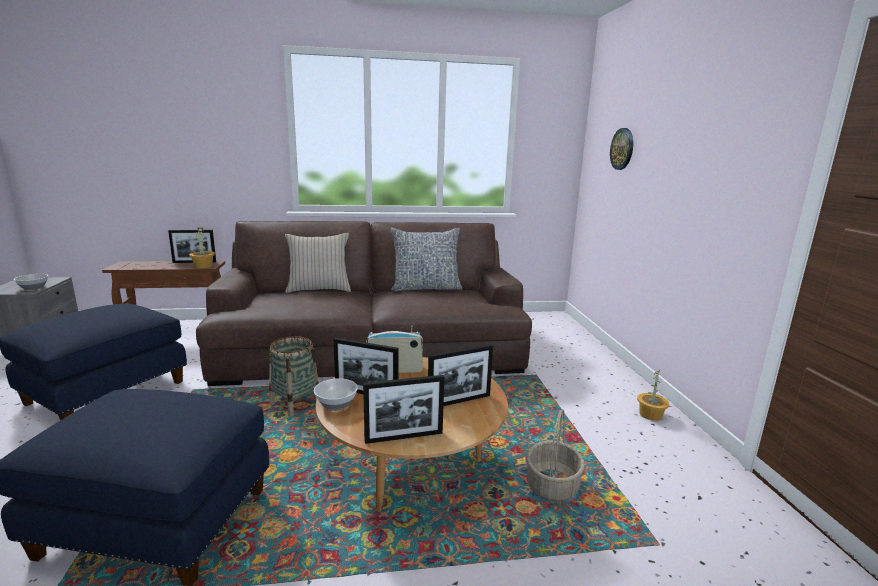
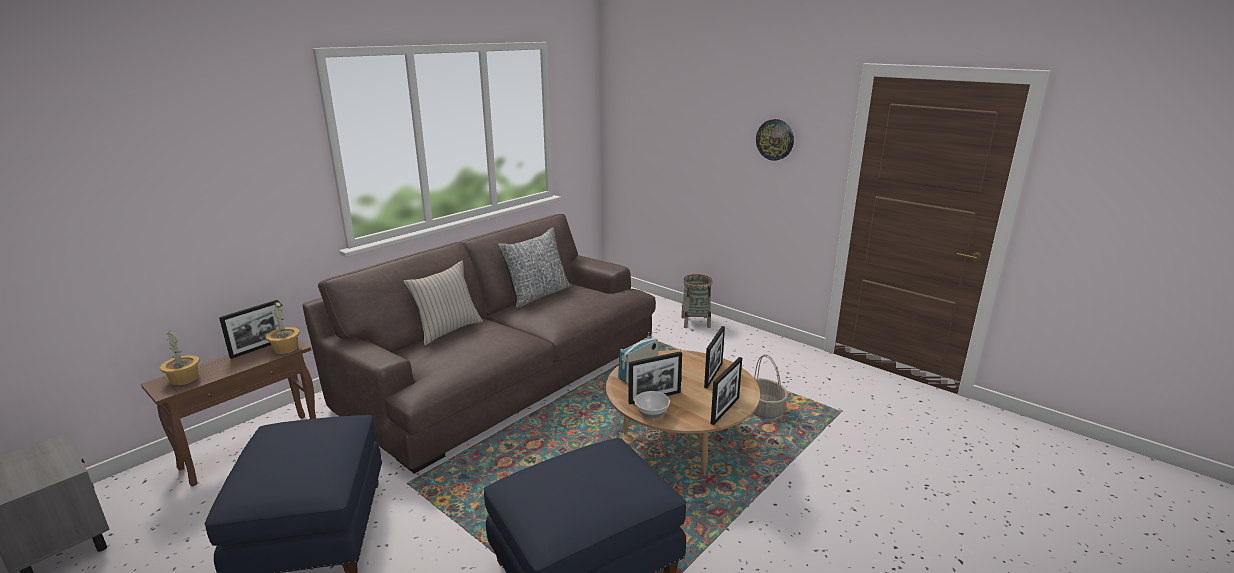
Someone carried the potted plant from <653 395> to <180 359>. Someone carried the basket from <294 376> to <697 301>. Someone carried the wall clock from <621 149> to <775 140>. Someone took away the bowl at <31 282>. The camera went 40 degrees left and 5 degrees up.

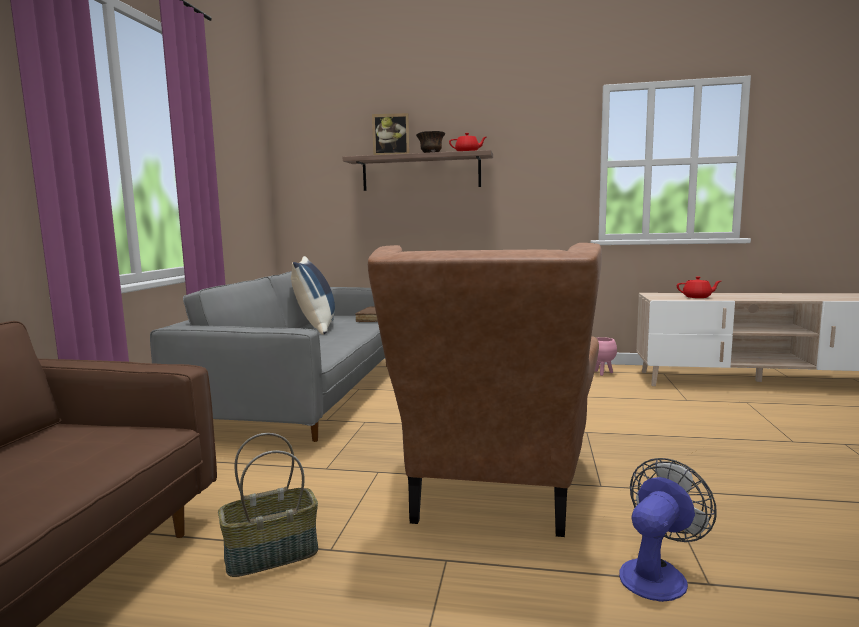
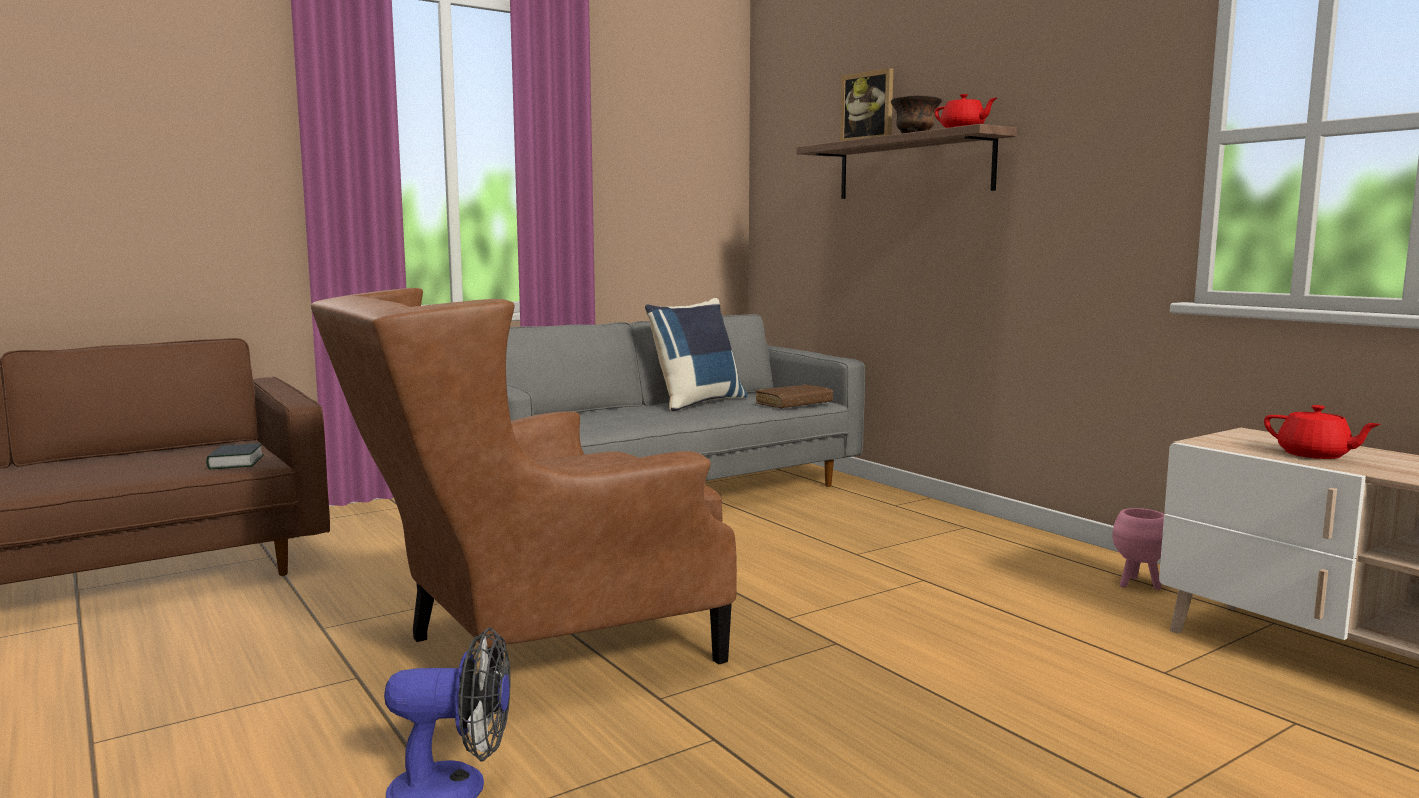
Someone put down the book at <235 456>. Someone took away the basket at <268 505>. The camera went 45 degrees right and 0 degrees up.

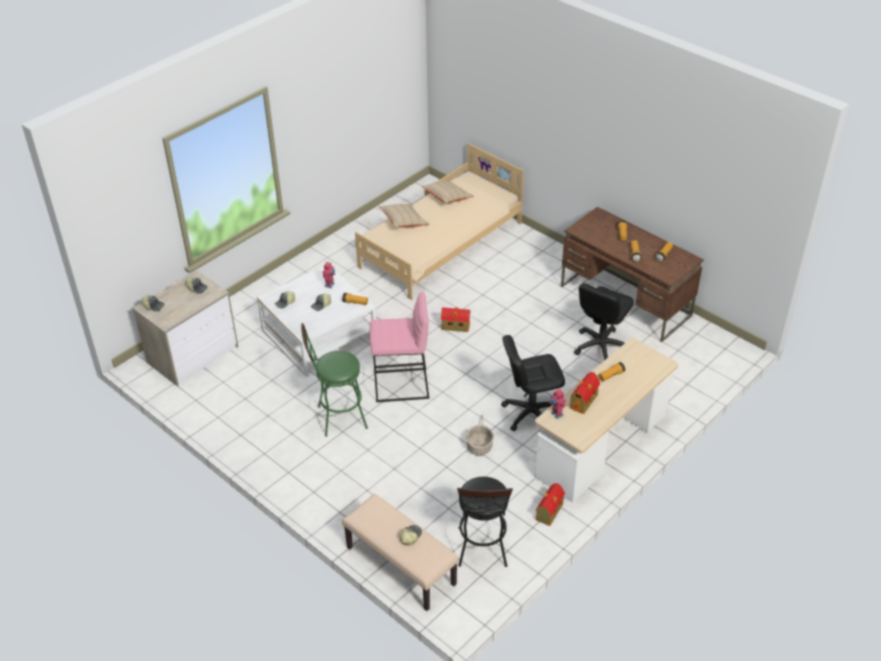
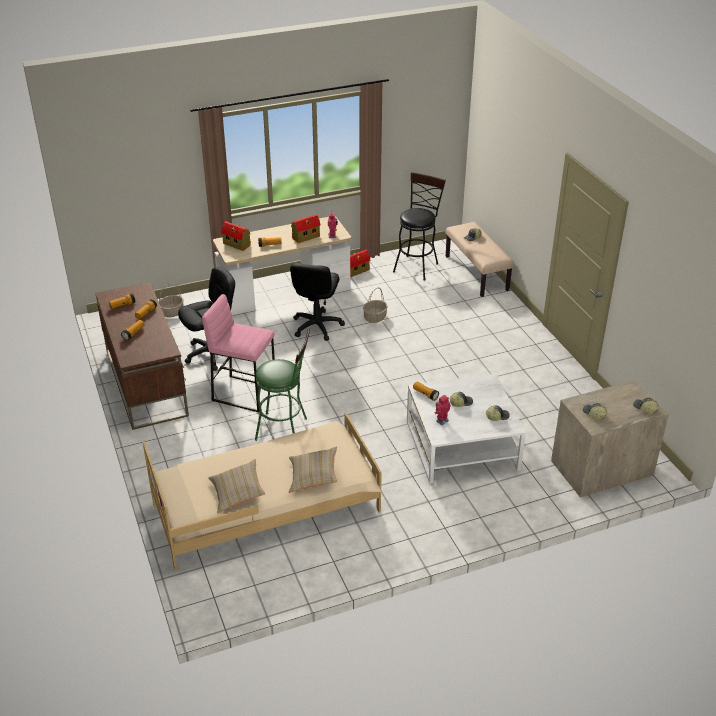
Someone put down the basket at <171 300>. Someone carried the pink stool from <399 347> to <238 353>. Someone carried the toy house from <456 319> to <236 236>. Someone carried the green stool from <334 380> to <282 384>. Someone rotated the black office chair at <533 383> by 90 degrees clockwise. The camera went 155 degrees left and 5 degrees down.

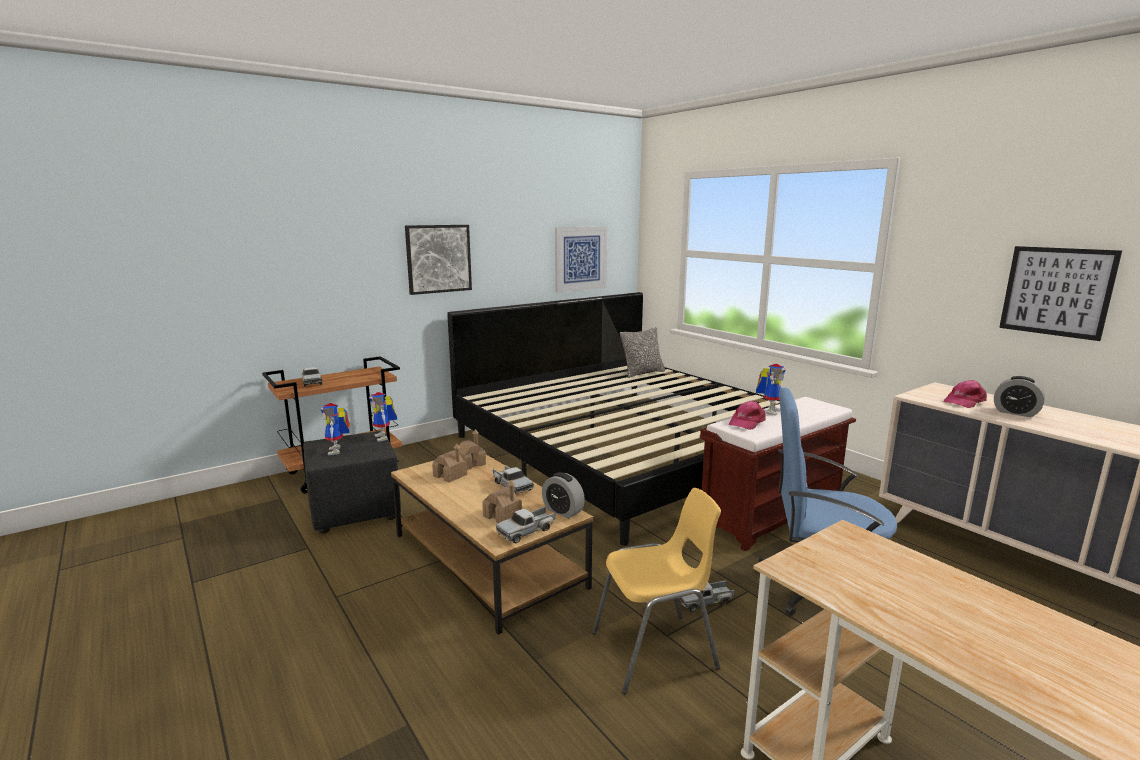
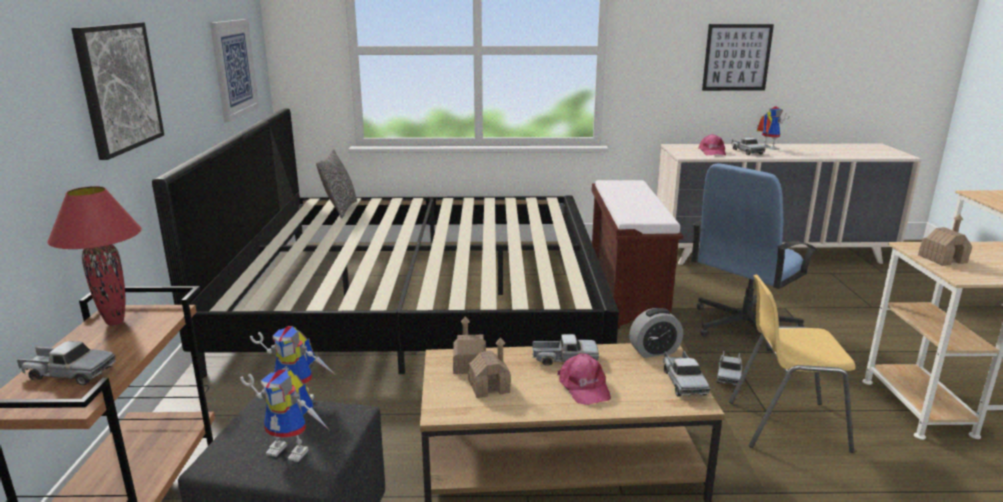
Someone put down the red table lamp at <94 255>. Someone carried the pink cap from <747 415> to <584 379>. Someone rotated the yellow chair at <656 591> by 105 degrees counterclockwise. Someone swapped the alarm clock at <1019 396> for the toy truck at <749 146>. Someone carried the toy robot from <771 390> to <773 128>. Someone carried the toy house from <502 501> to <945 240>. The camera went 55 degrees left and 5 degrees up.

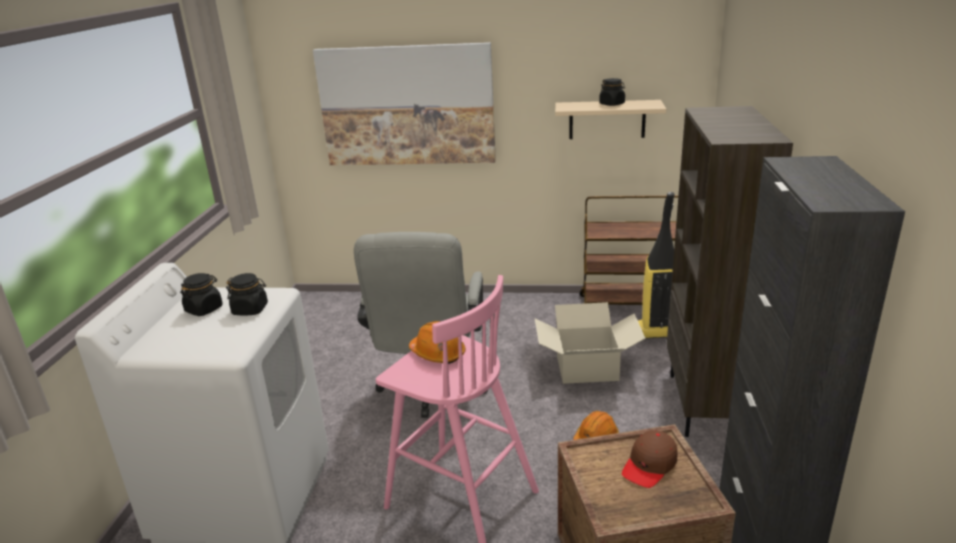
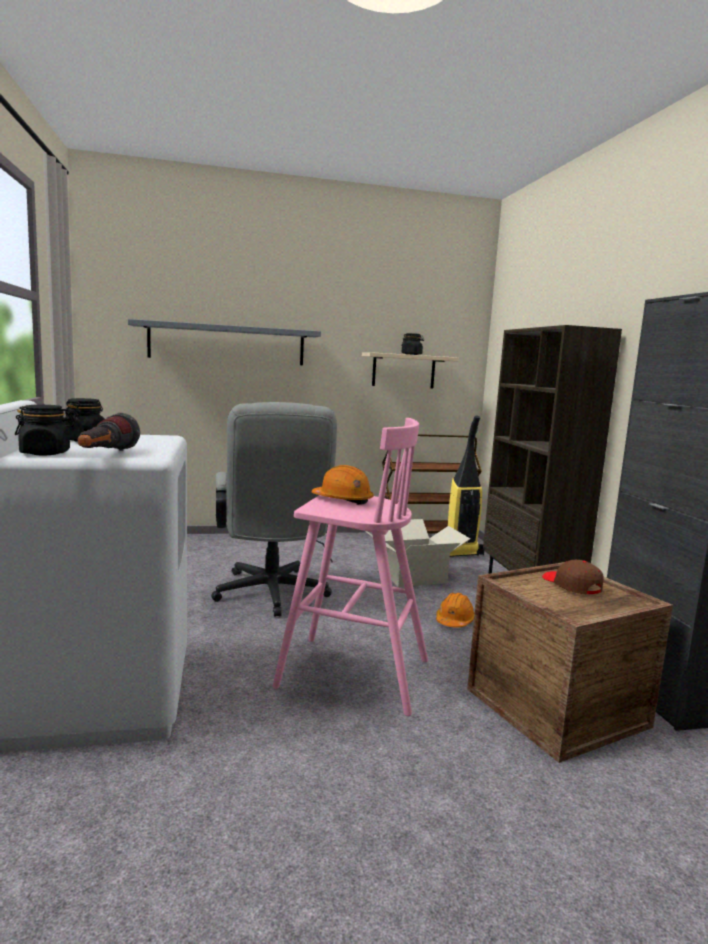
Someone carried the black jar from <247 294> to <44 430>. Someone put down the flashlight at <109 432>. Someone swapped the picture at <404 103> for the grey shelf at <224 342>. Someone rotated the brown cap at <649 459> by 135 degrees clockwise. The camera went 20 degrees left and 15 degrees down.

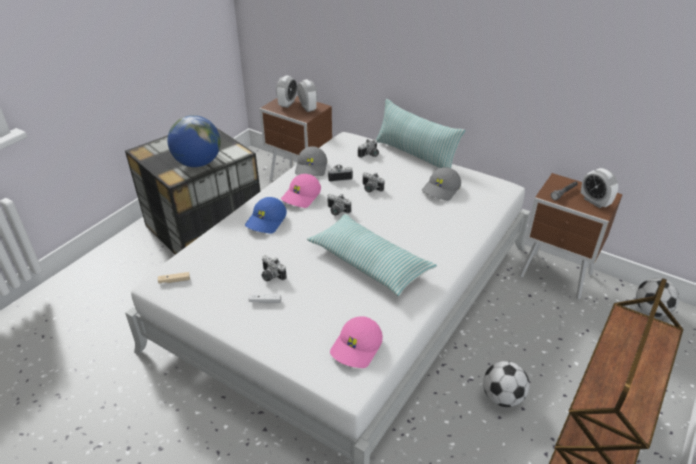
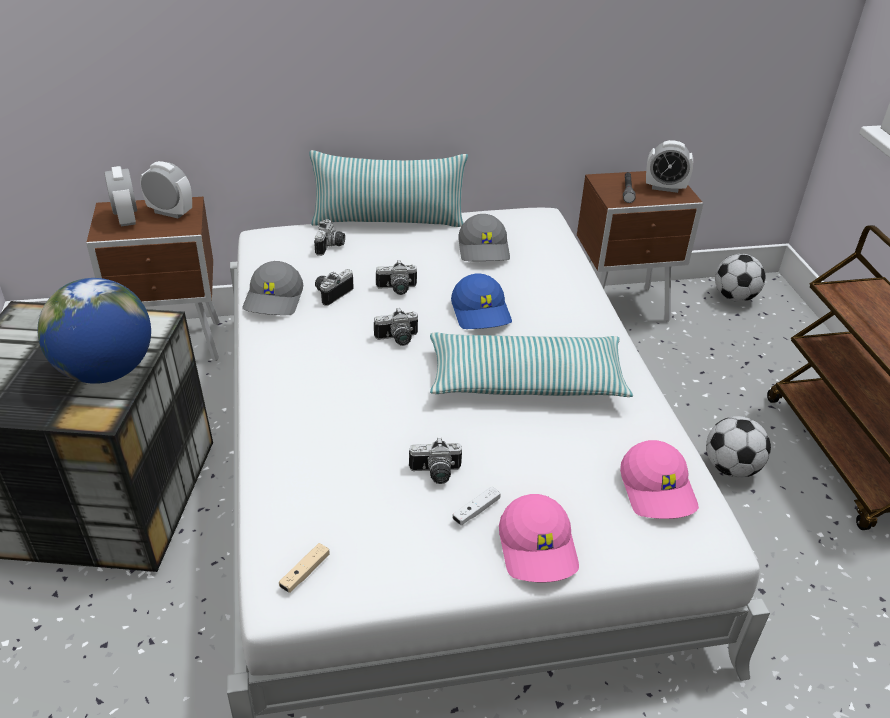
Someone rotated the grey cap at <311 161> by 45 degrees clockwise. Someone carried the blue cap from <266 215> to <481 301>. Someone carried the pink cap from <301 191> to <539 538>. The camera went 45 degrees left and 0 degrees up.

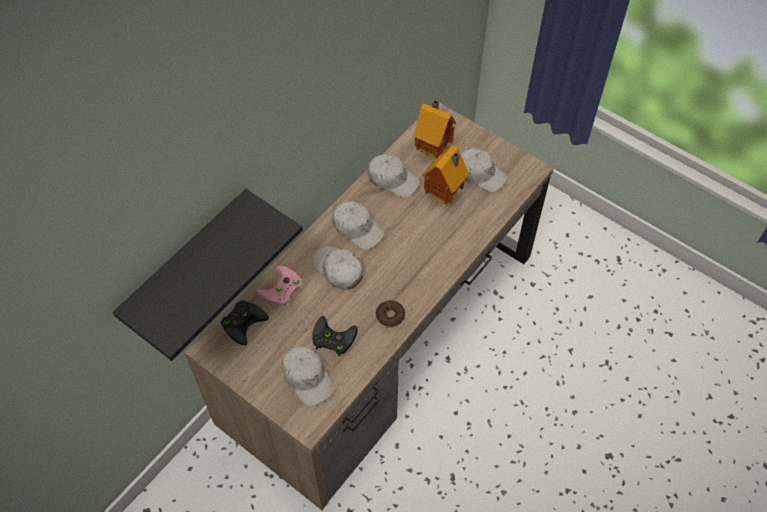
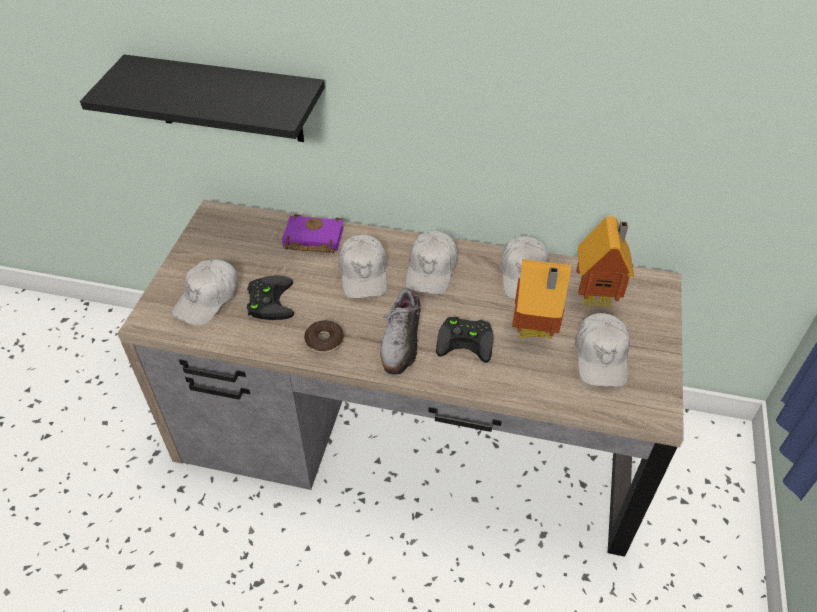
Someone swapped the pink game controller at <279 286> for the purple book at <313 233>. Someone rotated the white cap at <338 268> by 150 degrees clockwise. Someone put down the shoe at <403 331>. Someone carried the black game controller from <245 322> to <464 340>. The camera went 65 degrees right and 10 degrees down.

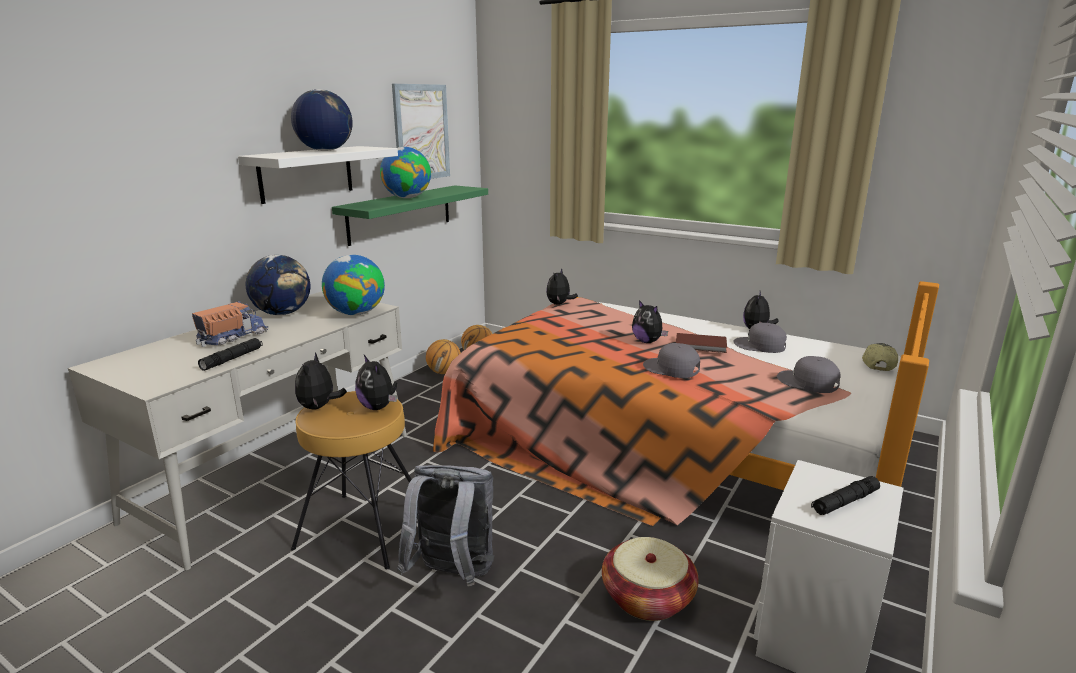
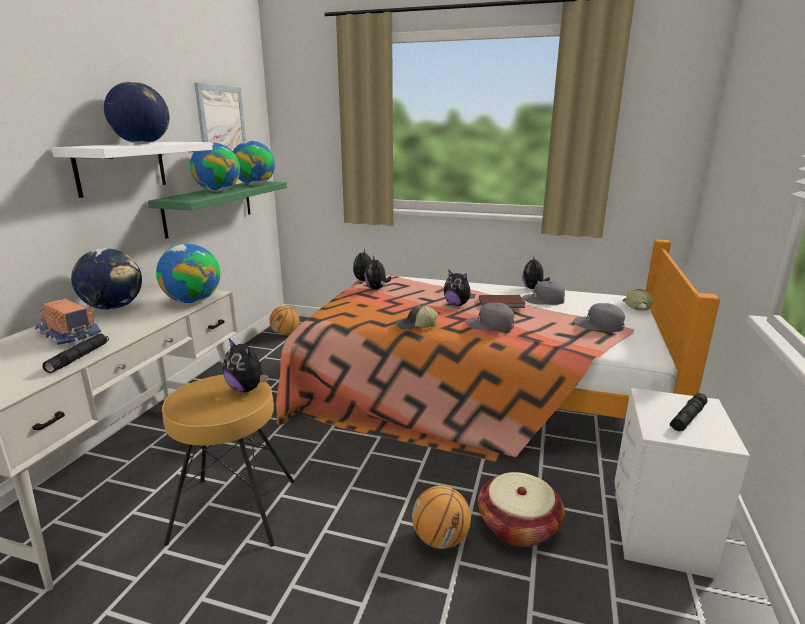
Someone rotated the toy truck at <230 324> by 75 degrees counterclockwise. Someone put down the globe at <254 163>. Someone carried the plush toy from <321 381> to <378 273>. Someone put down the cap at <417 318>. Someone carried the basketball from <443 356> to <441 517>. Someone took away the grey backpack at <445 525>. The camera went 15 degrees left and 0 degrees up.

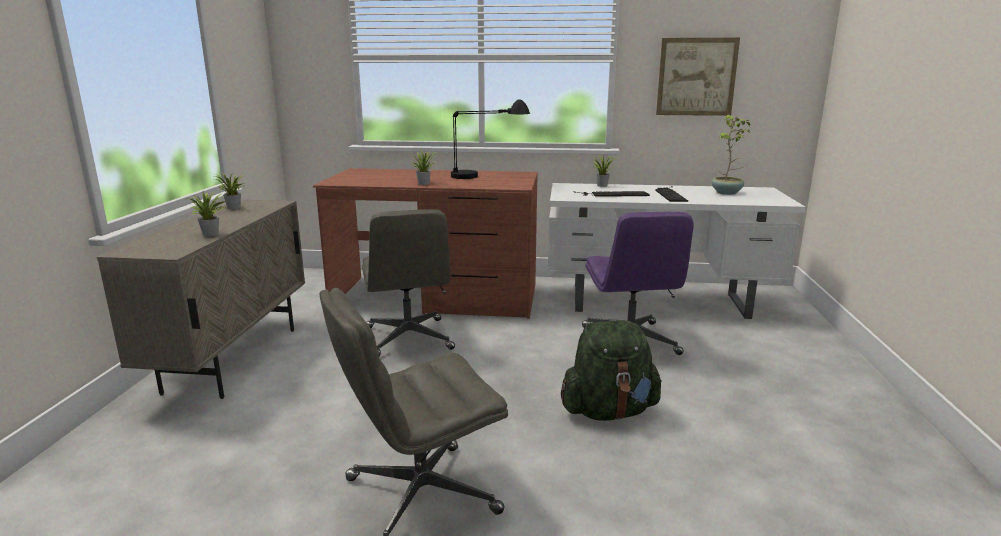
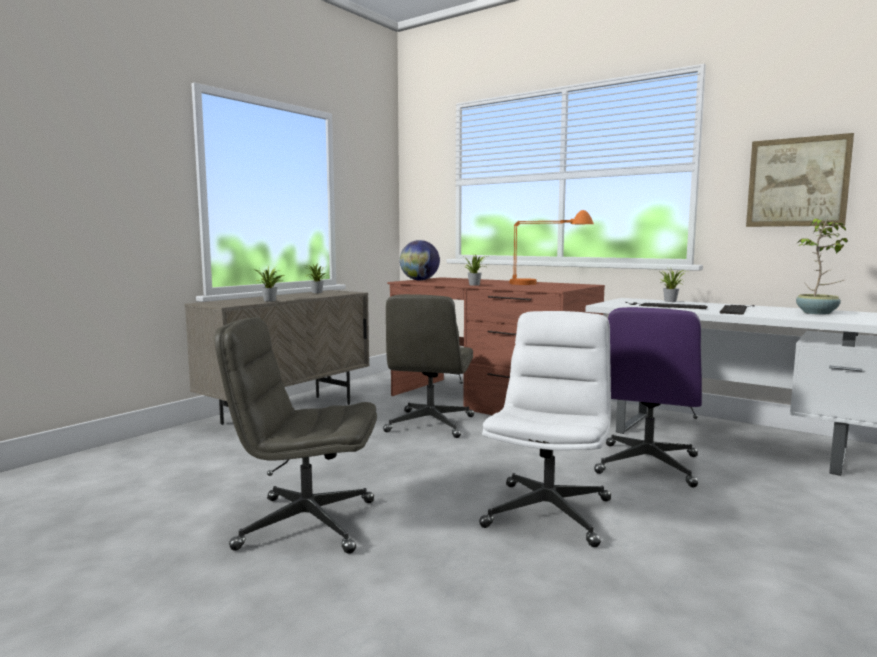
Someone put down the globe at <420 260>. Someone swapped the green backpack at <611 370> for the white office chair at <545 429>. Someone repainted the black table lamp at <490 139>, which became the orange table lamp at <551 247>. The camera went 30 degrees right and 10 degrees down.

